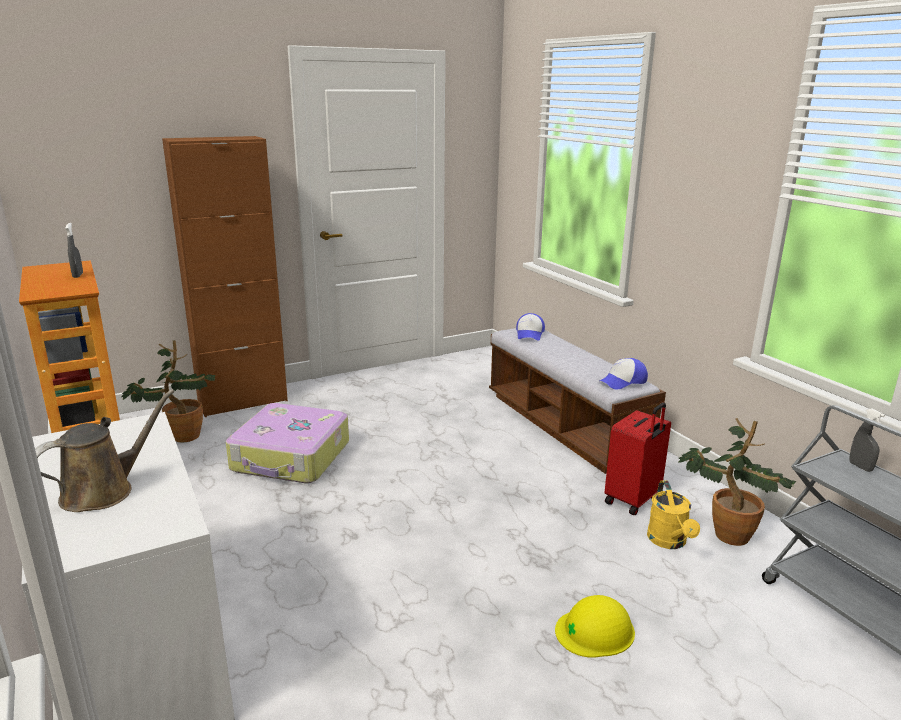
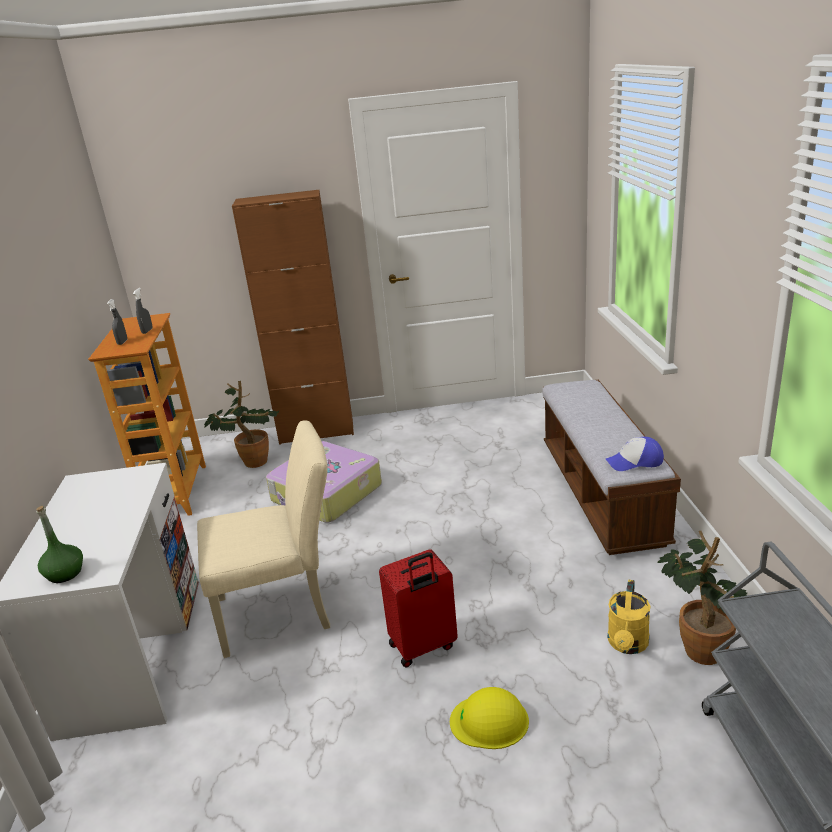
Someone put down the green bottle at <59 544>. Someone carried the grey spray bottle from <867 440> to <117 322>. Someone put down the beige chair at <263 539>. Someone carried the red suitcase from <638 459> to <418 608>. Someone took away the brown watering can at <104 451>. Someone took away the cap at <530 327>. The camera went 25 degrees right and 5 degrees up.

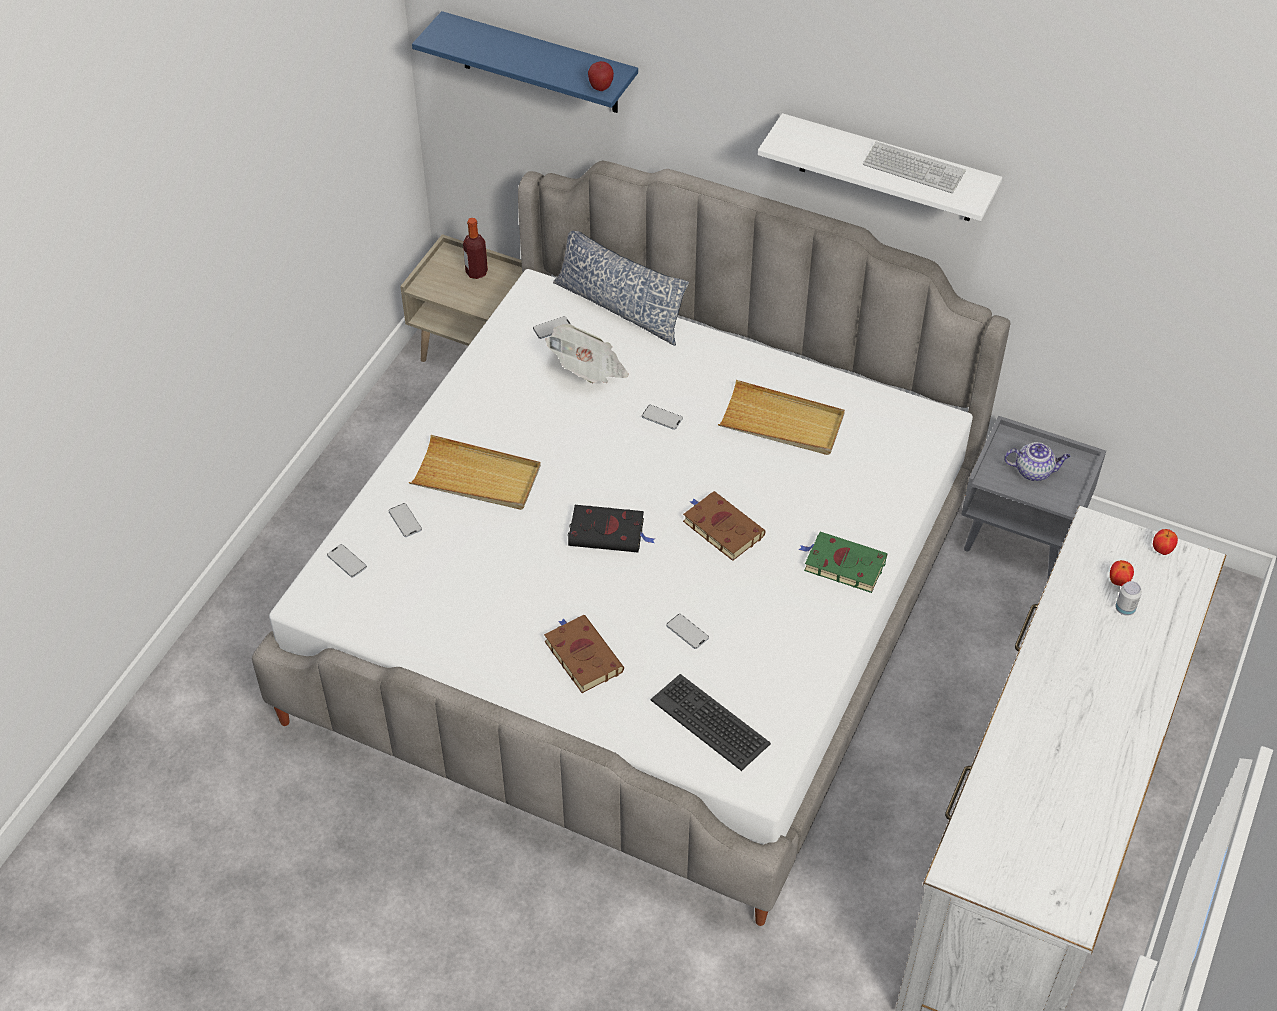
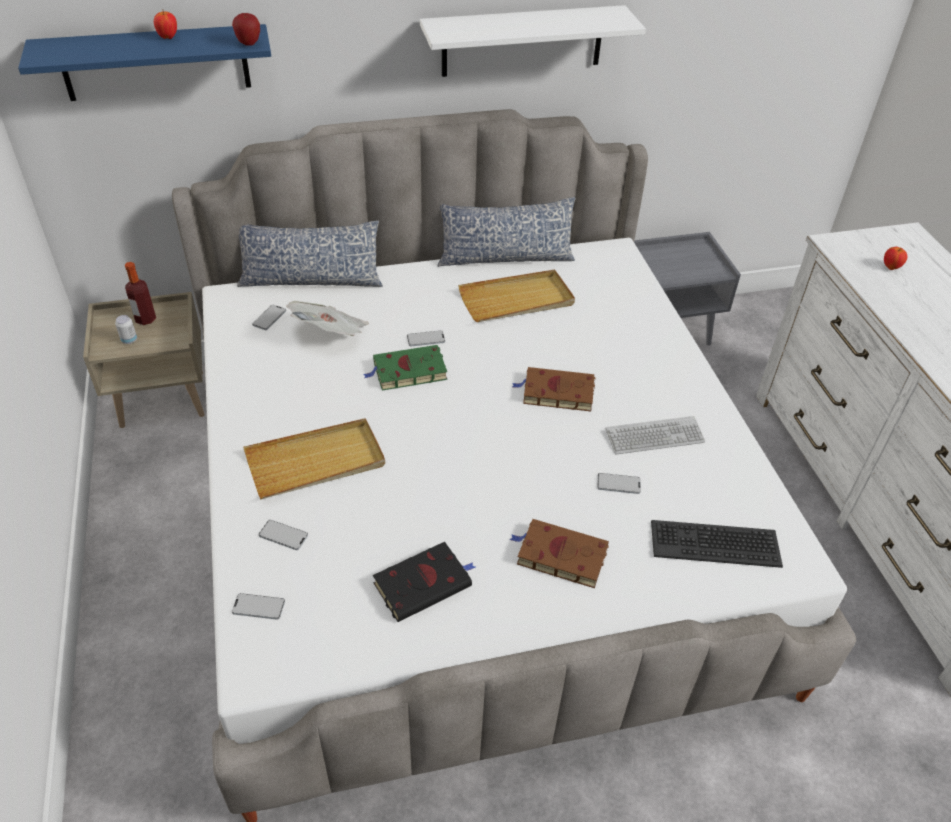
Someone carried the can from <1128 598> to <126 329>. Someone carried the apple from <1165 542> to <165 24>. Someone carried the green book from <842 562> to <405 367>. Someone carried the black book from <611 528> to <424 582>. Someone put down the pillow at <507 232>. Someone carried the keyboard from <914 167> to <655 435>. Someone took away the teapot at <1037 461>. The camera went 40 degrees left and 5 degrees down.

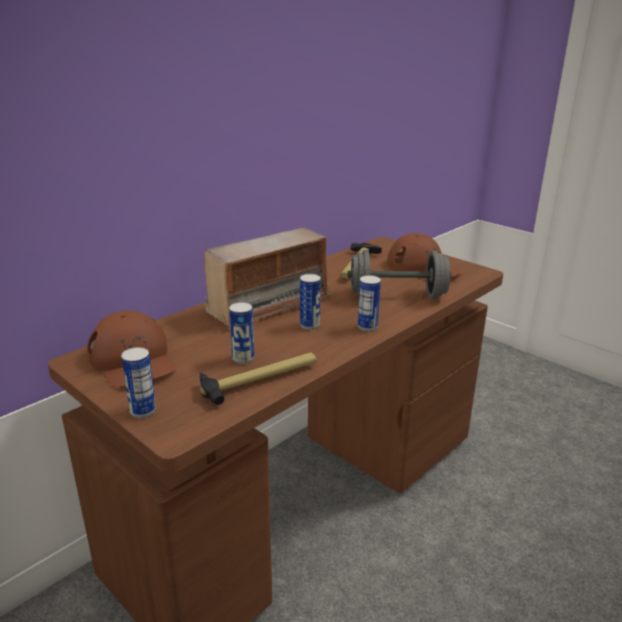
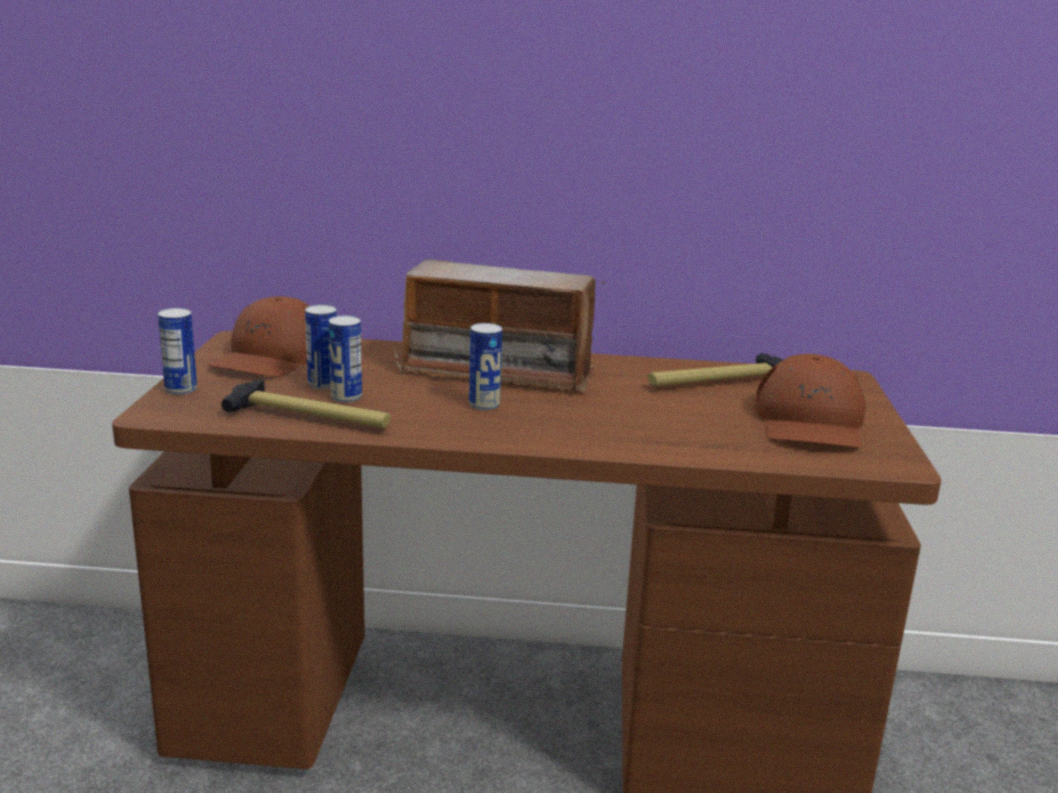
Someone carried the can from <369 303> to <321 347>. Someone took away the grey dumbbell at <399 274>. The camera went 50 degrees right and 5 degrees down.

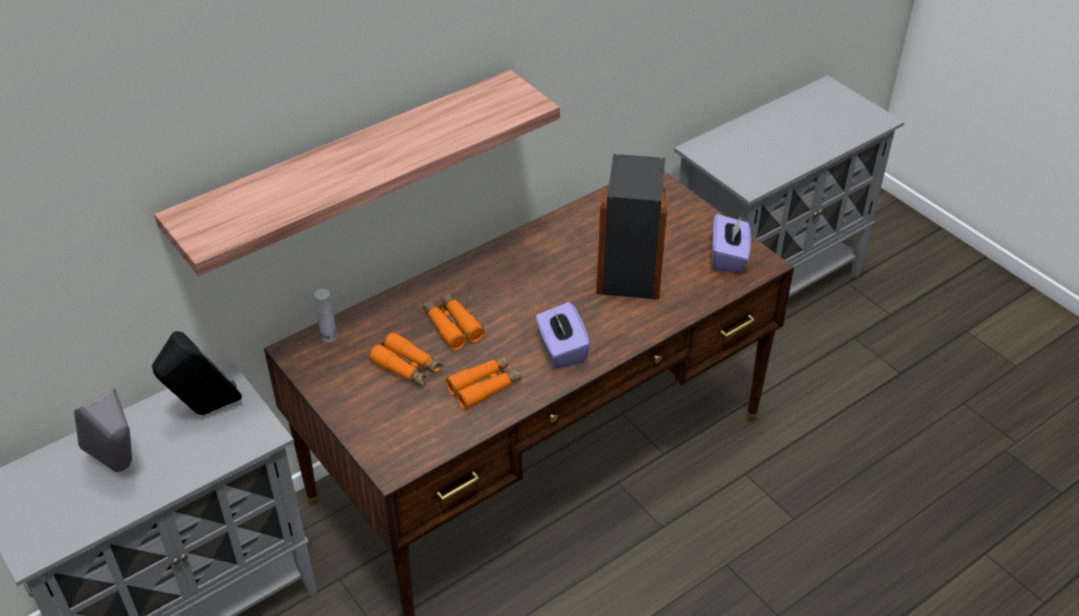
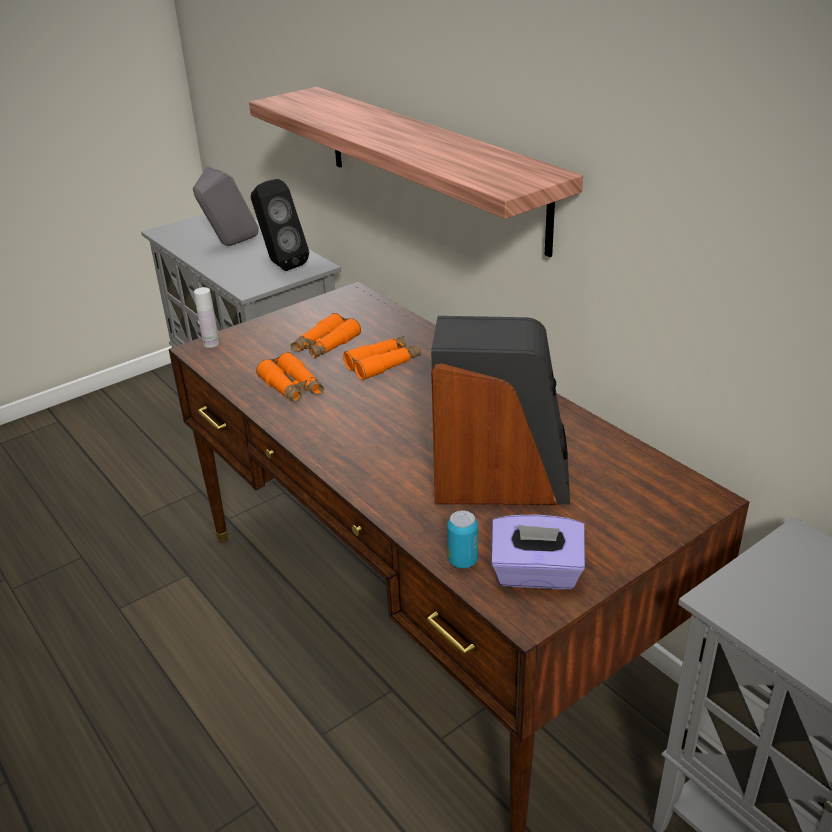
Someone carried the white bottle from <325 315> to <207 317>. Someone put down the can at <462 539>. Someone took away the purple tissue box at <562 335>. The camera went 90 degrees right and 10 degrees down.

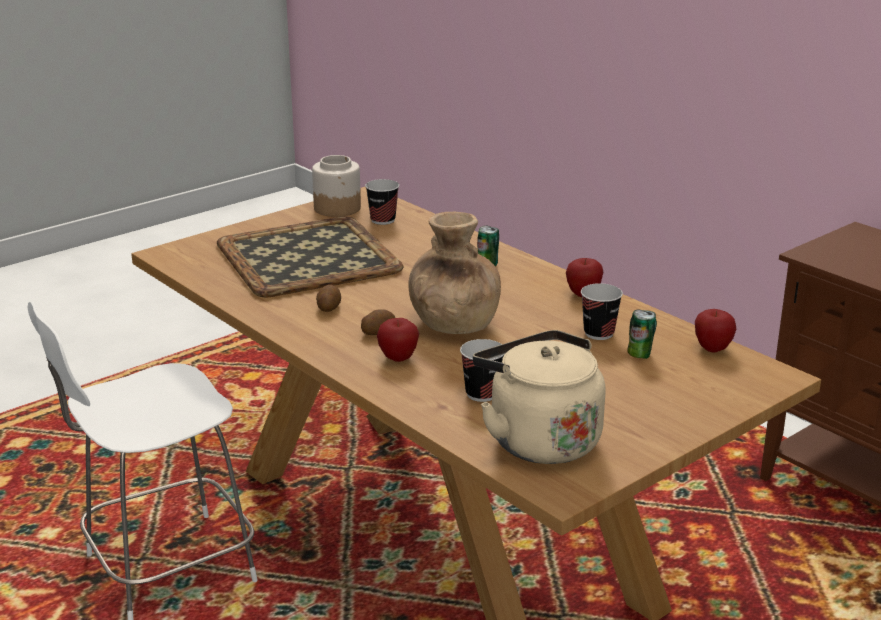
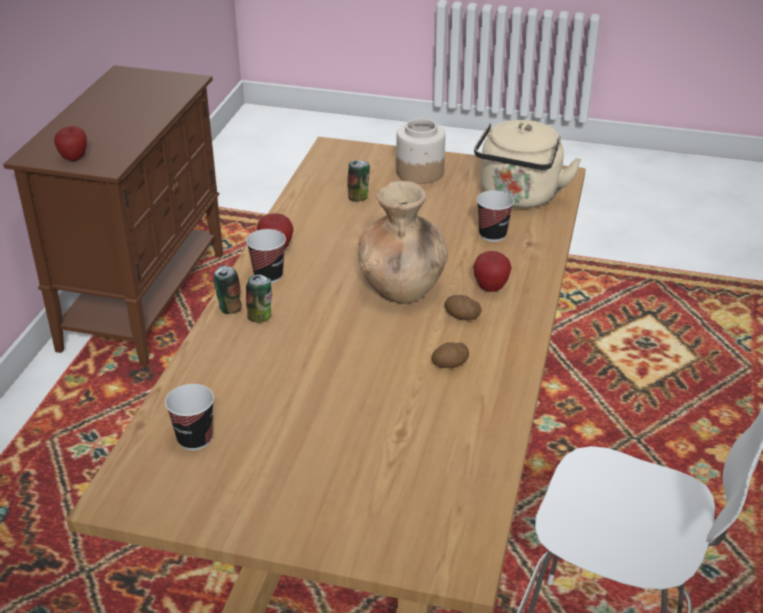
Someone carried the apple from <715 331> to <70 143>. Someone put down the can at <228 289>. Someone carried the cup from <602 311> to <266 256>. Someone carried the jar from <336 186> to <420 151>. Someone took away the tray at <310 257>. The camera went 125 degrees left and 10 degrees up.

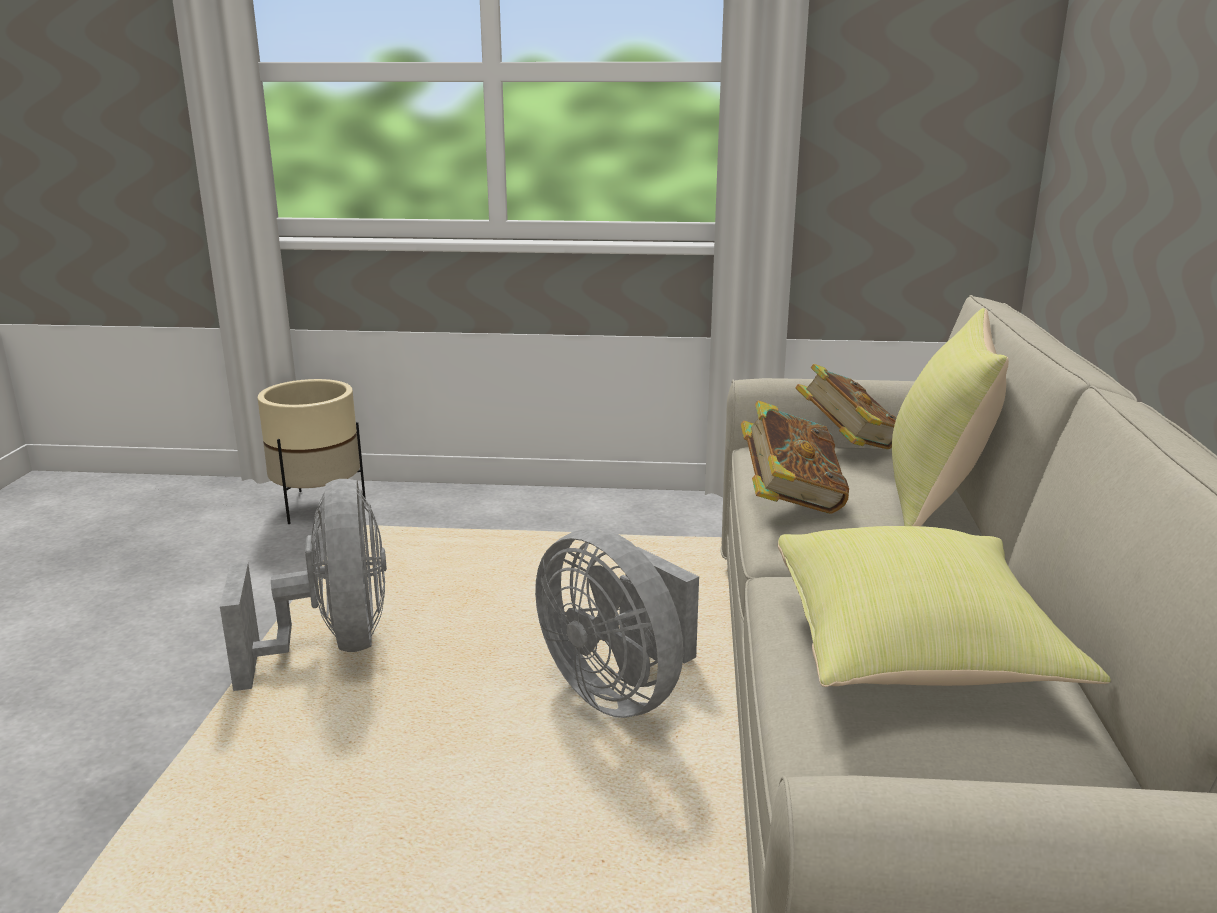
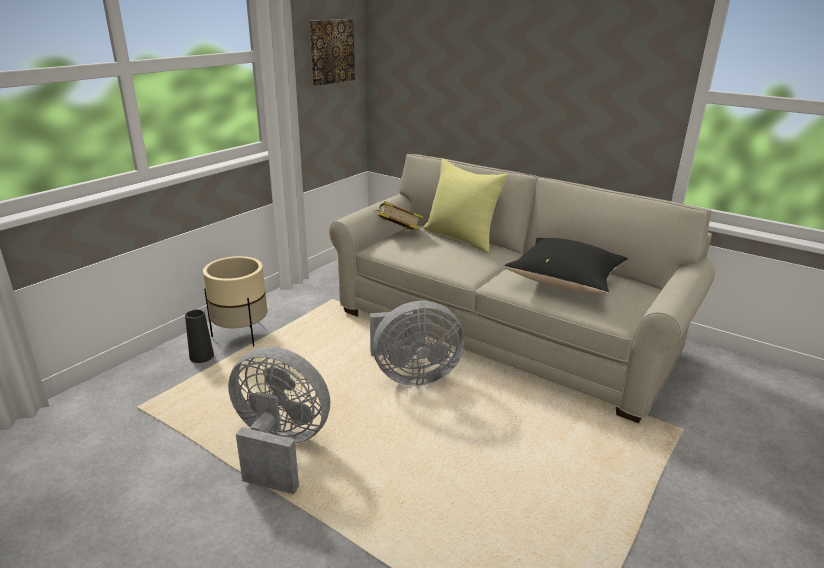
Someone put down the black vase at <199 336>. Someone carried the beige planter from <312 451> to <235 301>. Someone put up the picture at <332 52>. Someone repainted the yellow pillow at <944 606>, which became the black pillow at <566 265>. Someone took away the book at <795 457>. The camera went 60 degrees left and 5 degrees up.

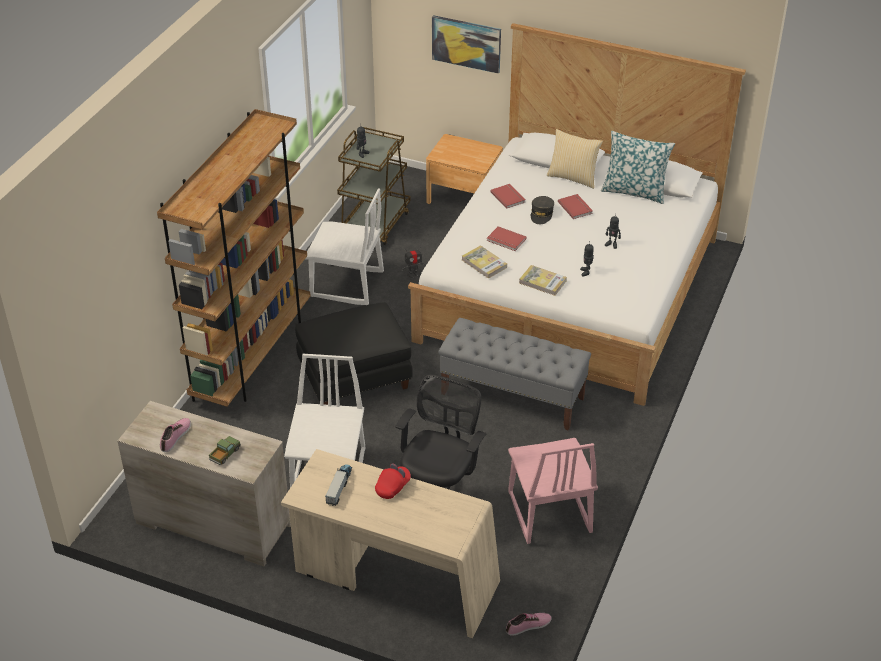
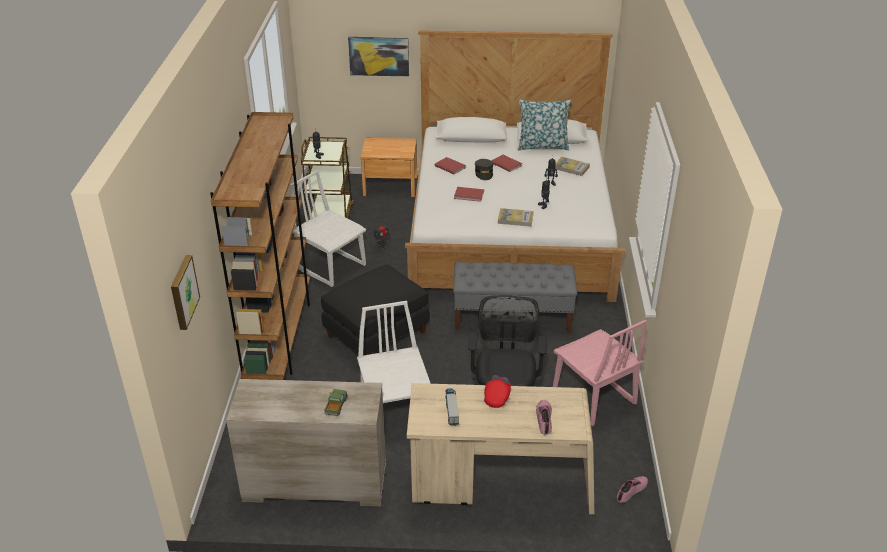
Someone put up the picture at <185 292>. Someone rotated the white chair at <344 246> by 135 degrees counterclockwise. Someone carried the shoe from <175 435> to <544 417>. Someone carried the book from <484 262> to <572 166>. Someone took away the pillow at <575 159>. The camera went 20 degrees left and 5 degrees down.

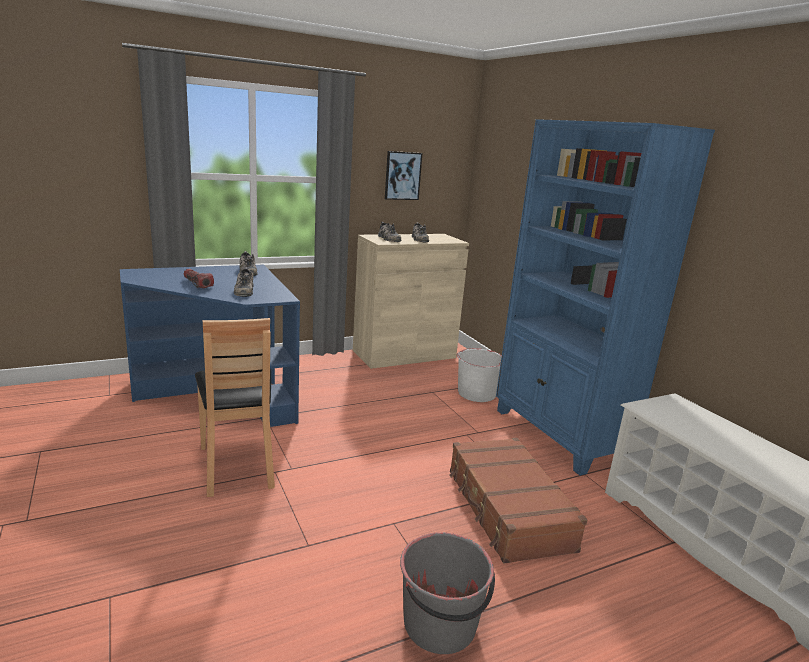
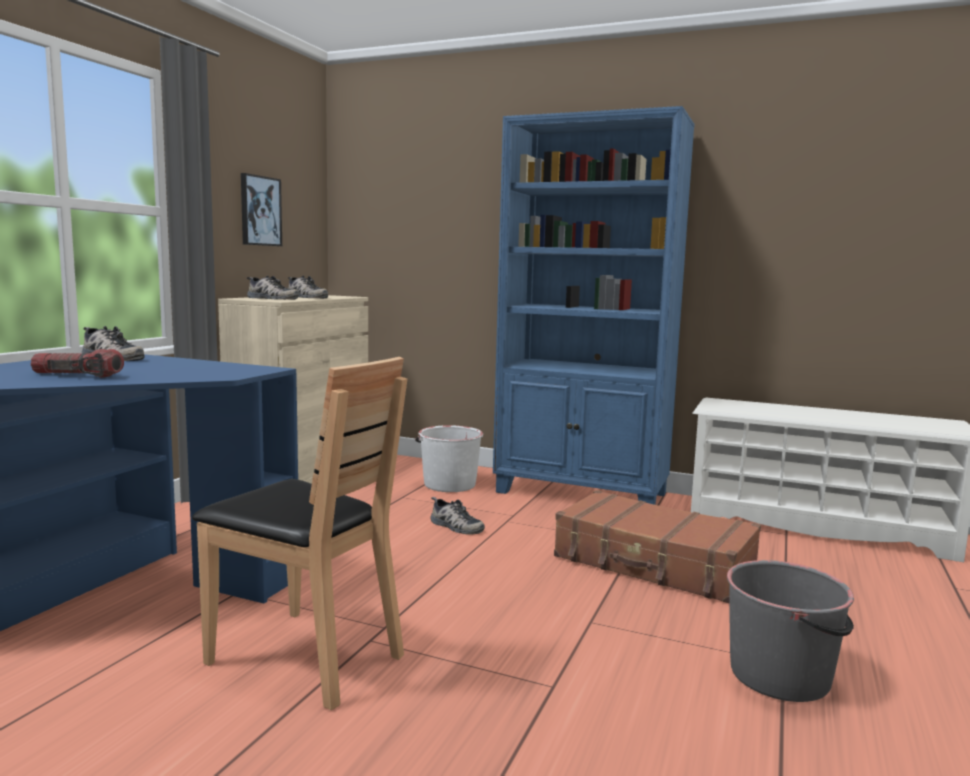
Someone carried the shoe from <243 282> to <457 516>. The camera went 40 degrees left and 10 degrees down.

